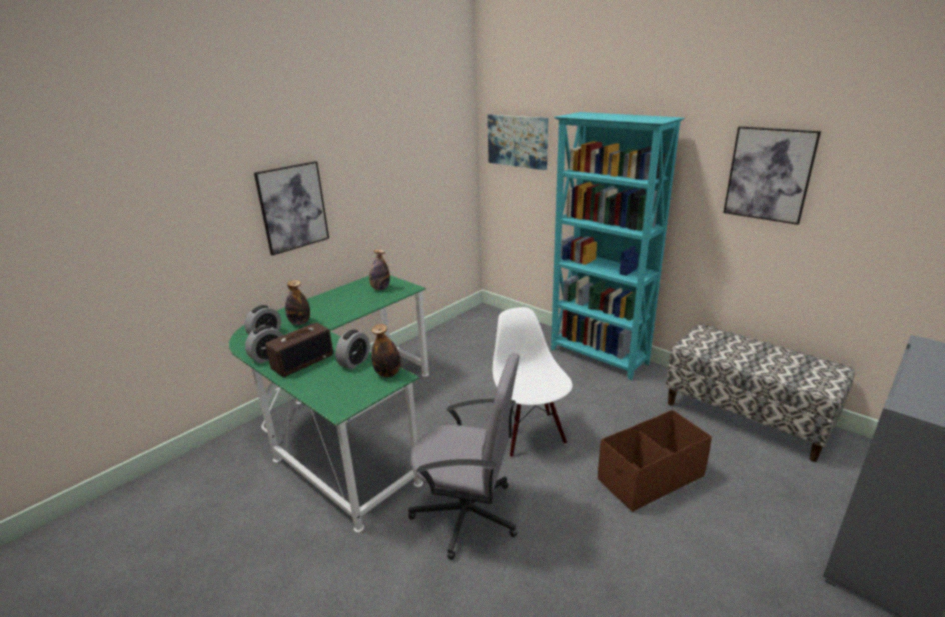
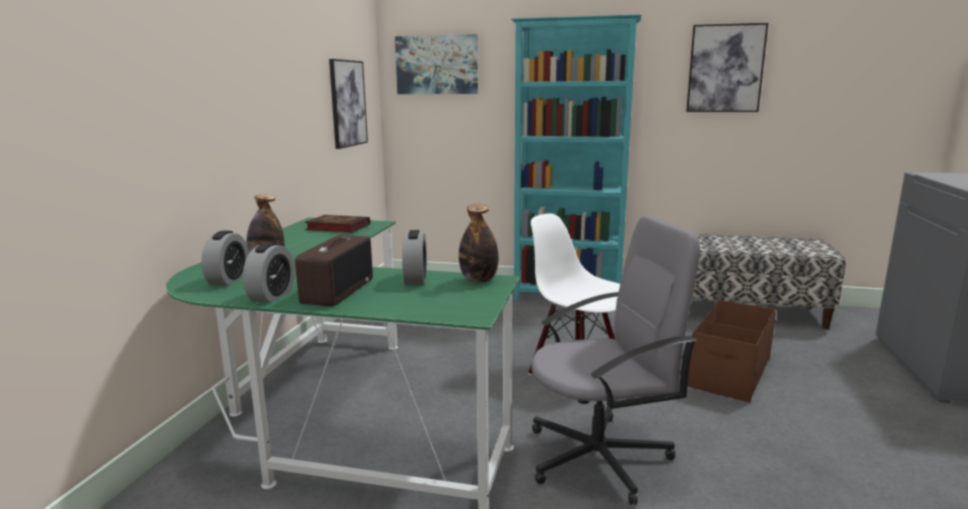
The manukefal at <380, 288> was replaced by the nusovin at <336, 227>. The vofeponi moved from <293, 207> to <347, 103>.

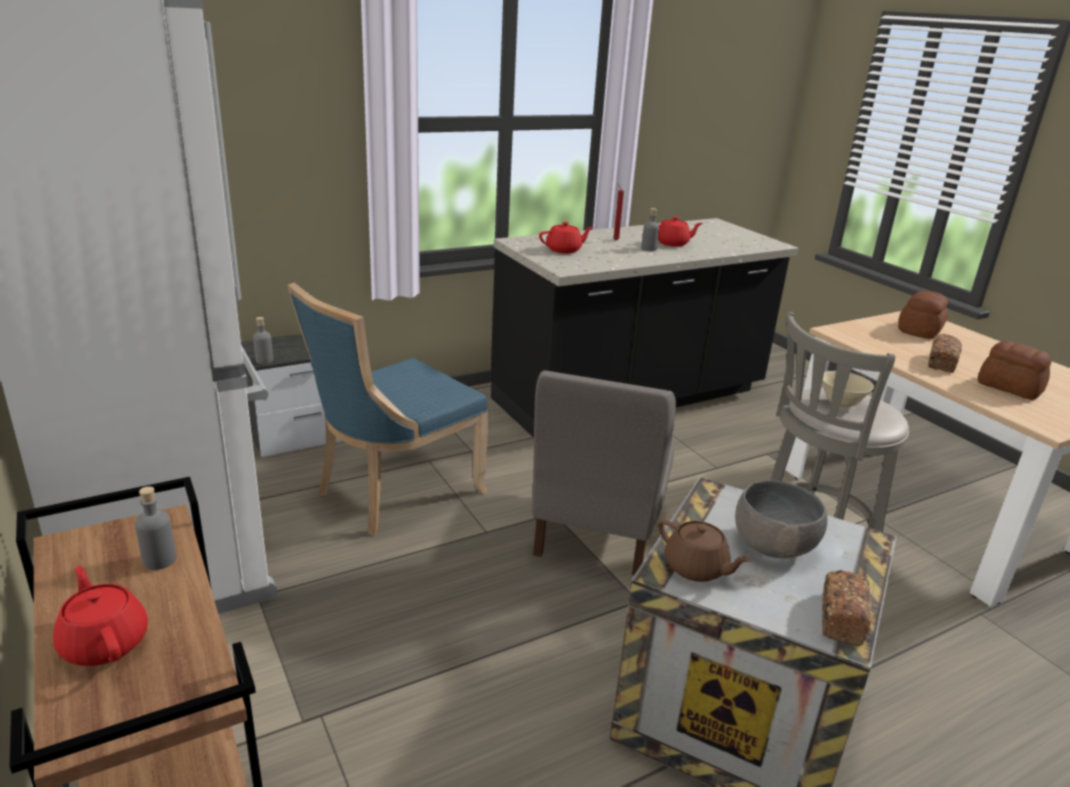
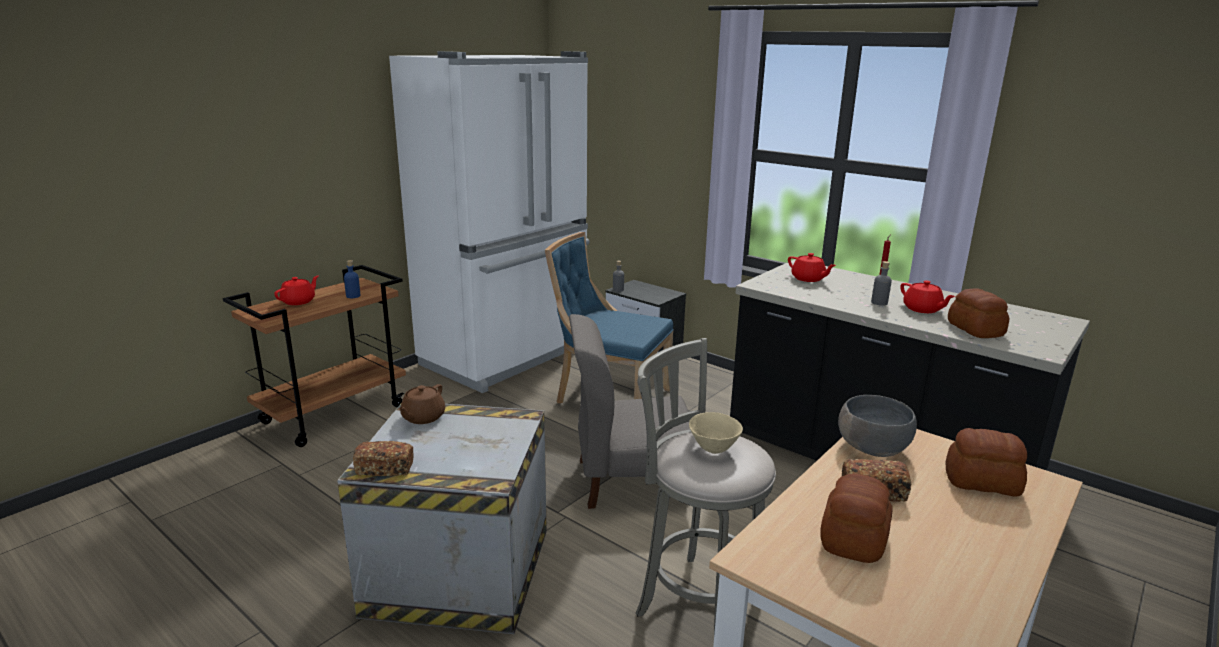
The manukefal (grey) at <159, 560> became the manukefal (blue) at <353, 296>. The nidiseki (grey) moved from <773, 545> to <872, 447>. The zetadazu at <975, 329> appeared.

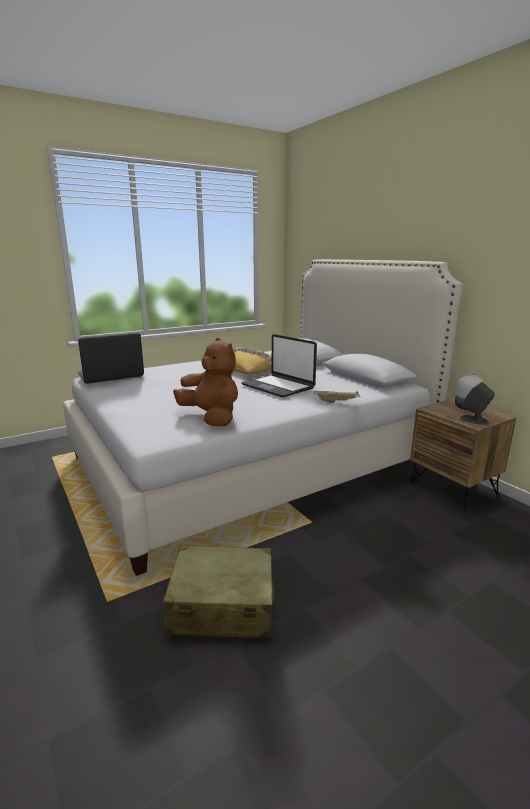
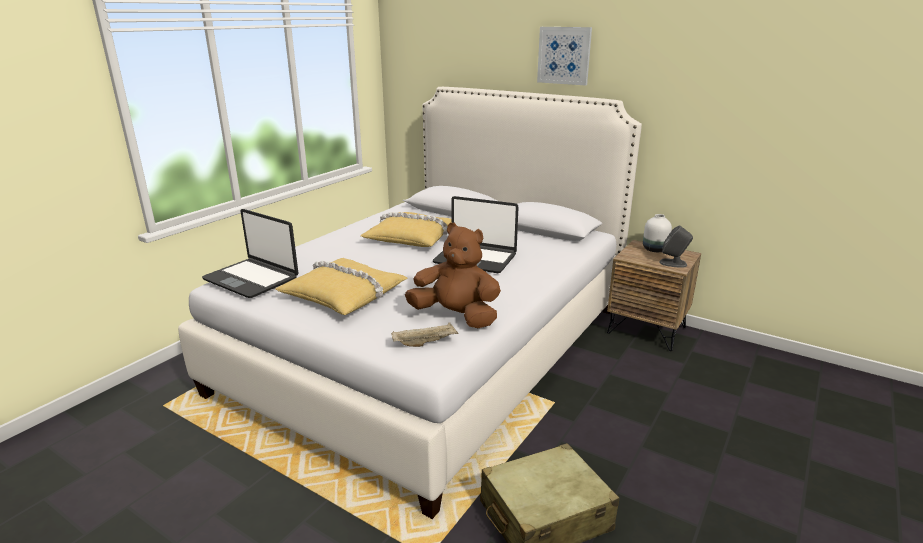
The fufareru at <111, 376> turned 90 degrees counterclockwise. The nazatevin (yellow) at <344, 295> appeared. The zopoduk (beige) moved from <337, 401> to <425, 343>. The vofeponi at <564, 55> appeared.

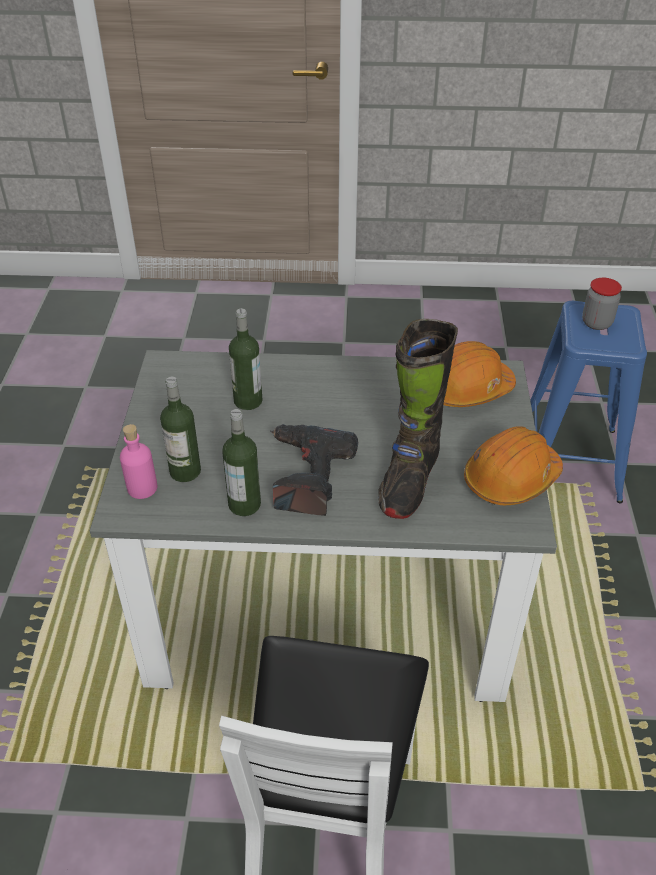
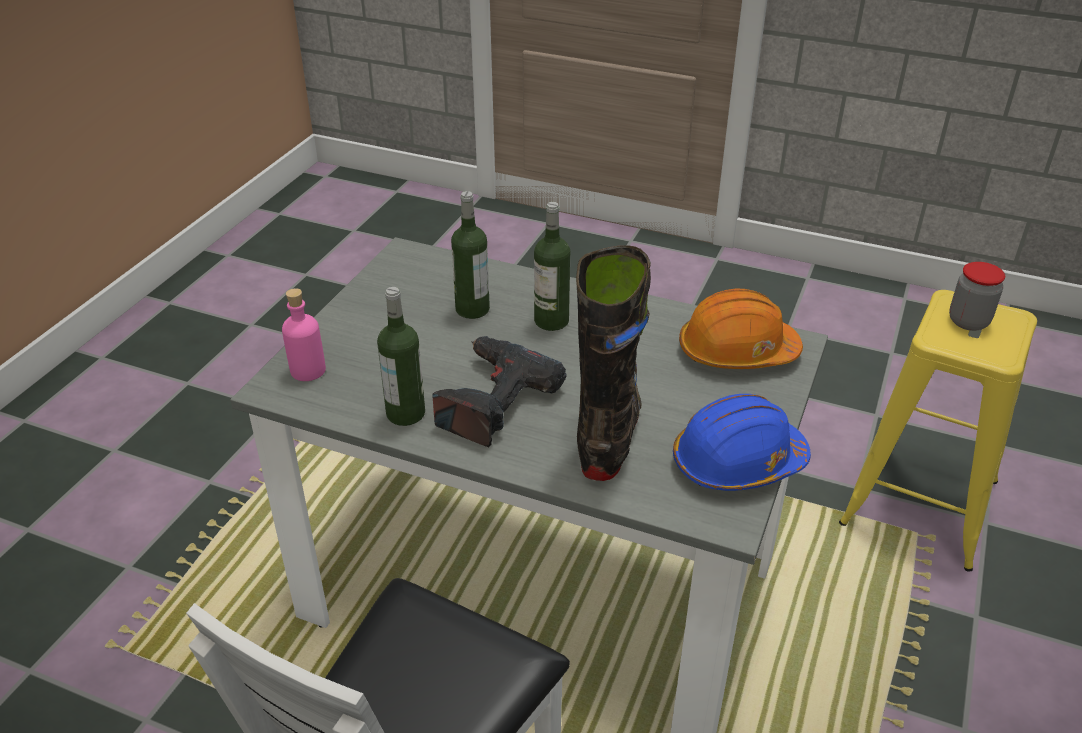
The manukefal moved from <185, 471> to <551, 321>. The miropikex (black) at <408, 480> turned 150 degrees clockwise. The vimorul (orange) at <511, 479> became the vimorul (blue) at <737, 463>. The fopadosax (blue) at <569, 459> became the fopadosax (yellow) at <919, 502>.

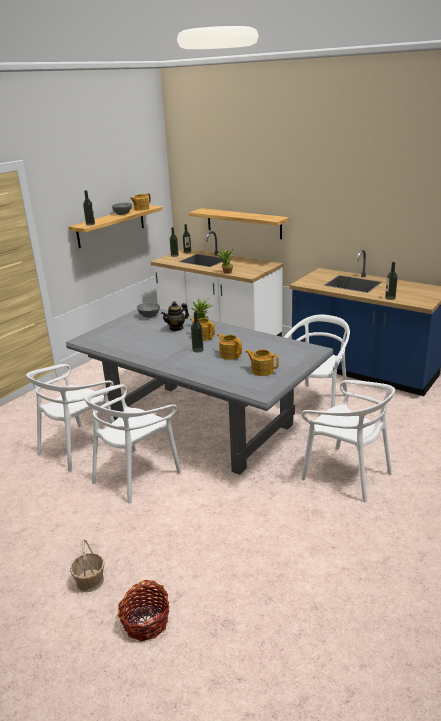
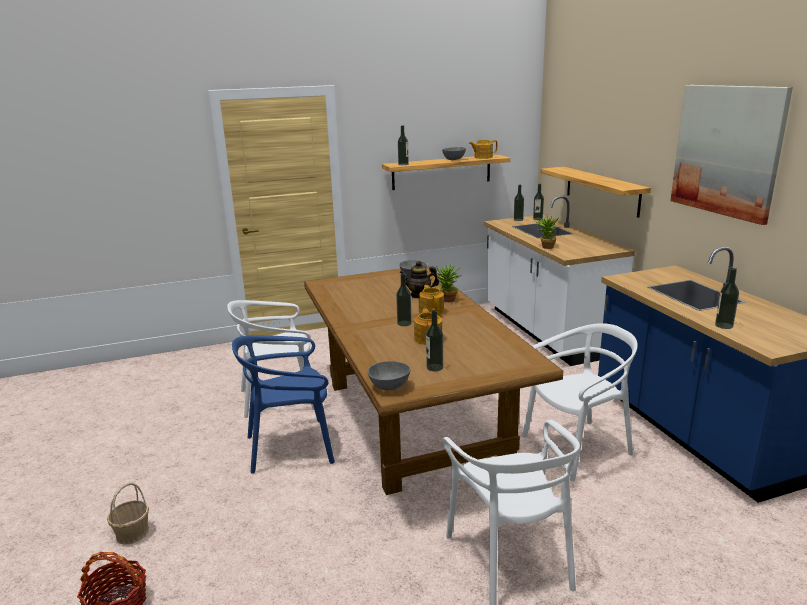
The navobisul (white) at <135, 475> became the navobisul (blue) at <291, 447>. The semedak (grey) at <201, 424> became the semedak (brown) at <414, 420>. The nidiseki (grey) at <390, 387> appeared. The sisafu at <262, 370> was replaced by the manukefal at <434, 367>. The vofeponi at <727, 150> appeared.

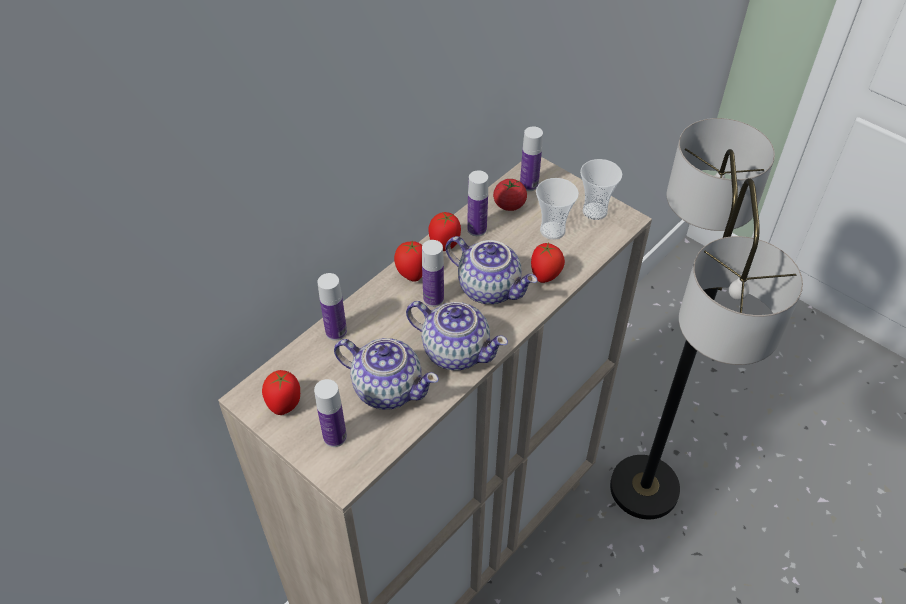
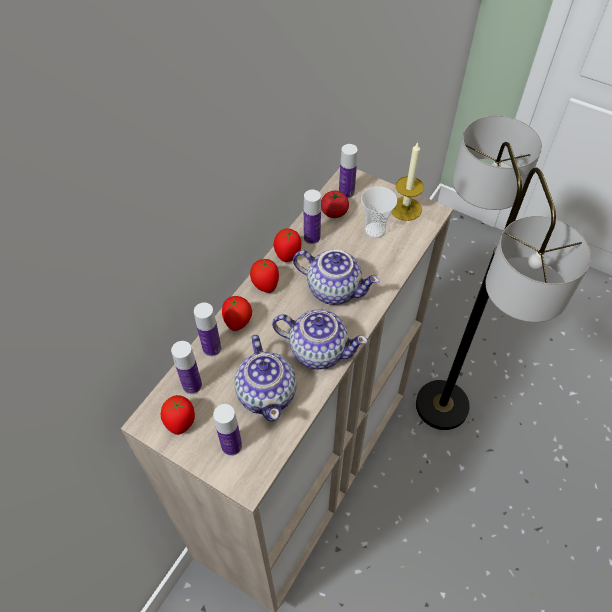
The manukefal moved from <433, 299> to <192, 385>. The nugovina moved from <545, 276> to <238, 323>. The sisafu at <387, 388> turned 60 degrees clockwise. The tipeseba at <594, 211> was replaced by the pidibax at <405, 209>.

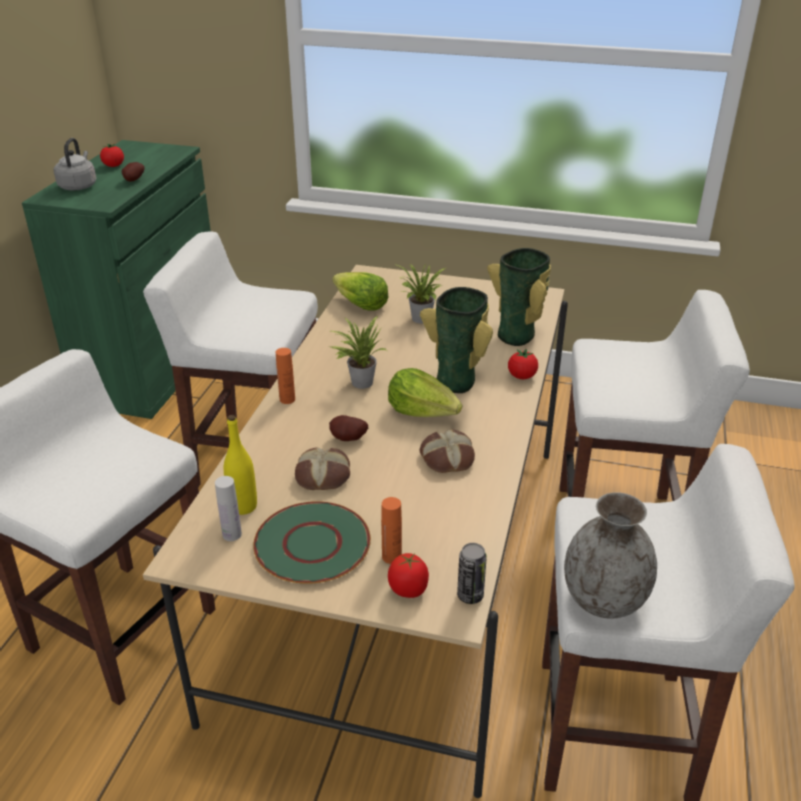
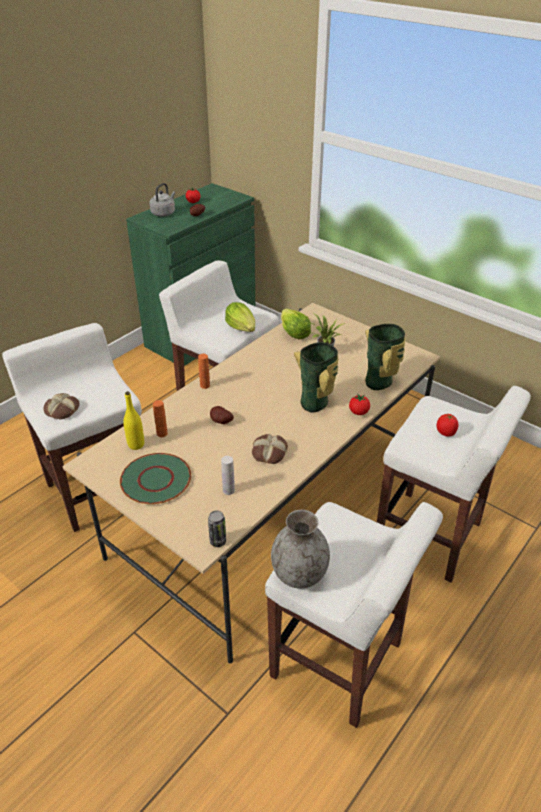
The zetadazu moved from <324, 475> to <63, 410>. The manukefal (orange) moved from <391, 557> to <162, 433>. The manukefal (white) moved from <232, 534> to <228, 490>. The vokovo moved from <423, 412> to <242, 327>. The nugovina moved from <408, 590> to <446, 432>. The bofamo at <359, 382> disappeared.

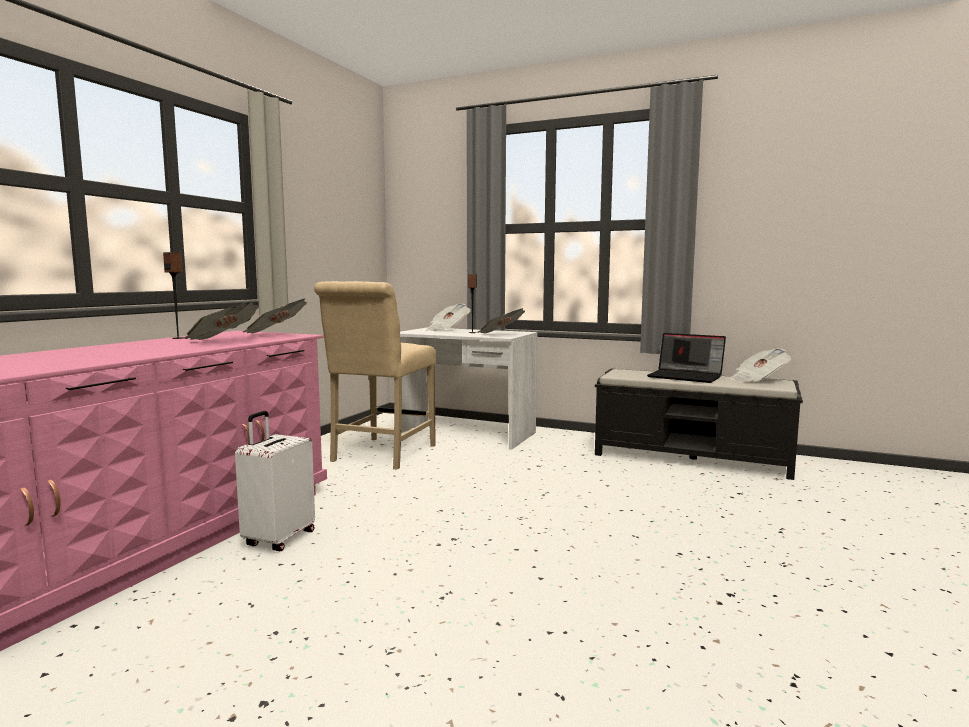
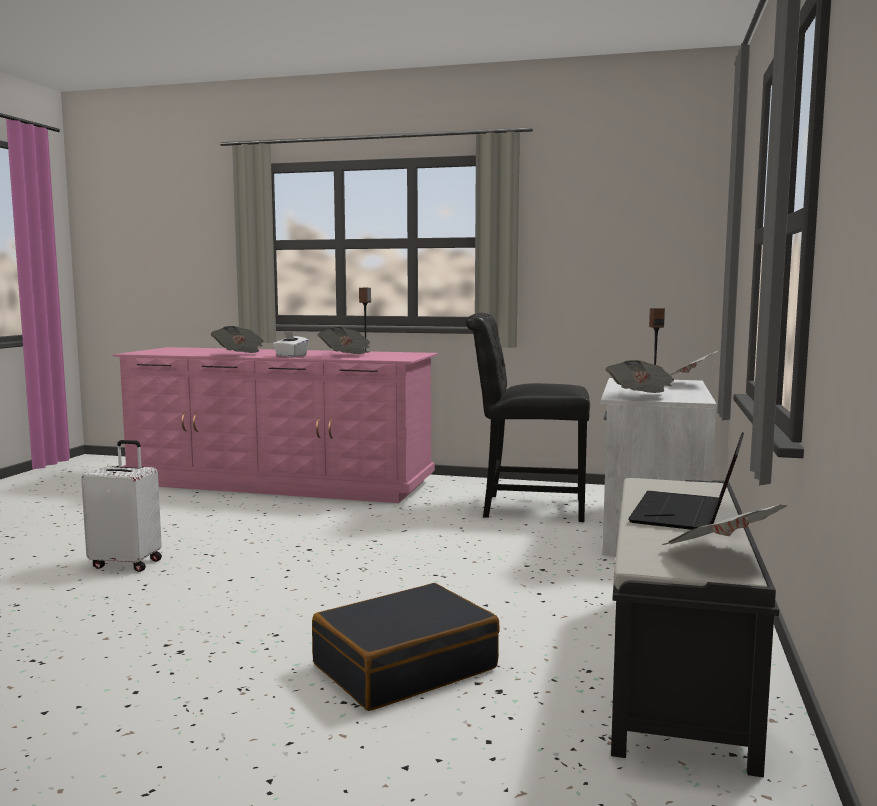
The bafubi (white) moved from <278, 539> to <127, 563>. The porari moved from <275, 334> to <239, 354>. The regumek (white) at <291, 356> appeared. The bafubi (black) at <404, 666> appeared. The navobisul (beige) at <380, 454> became the navobisul (black) at <527, 507>.

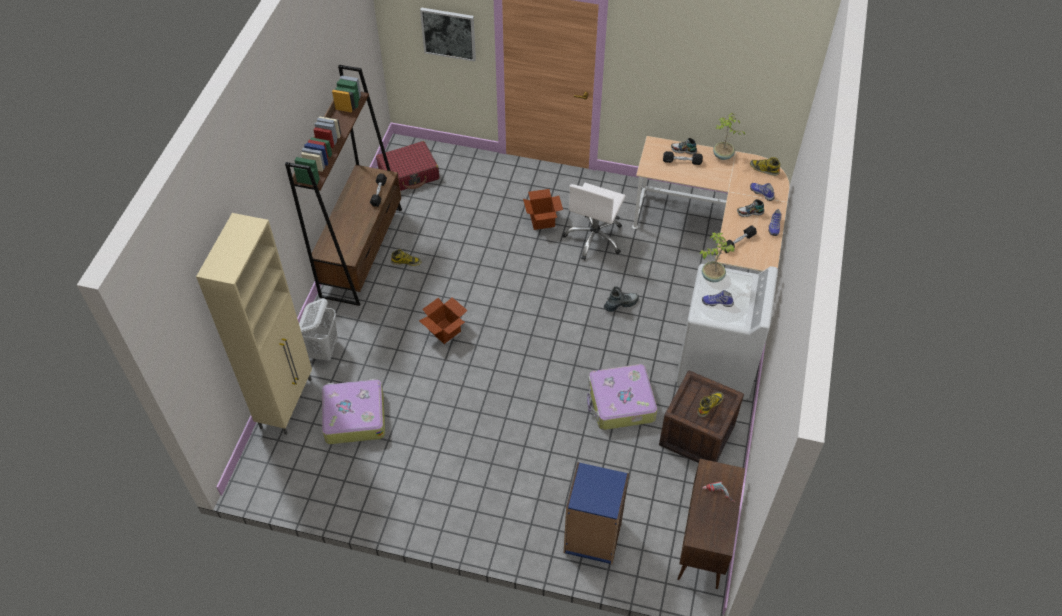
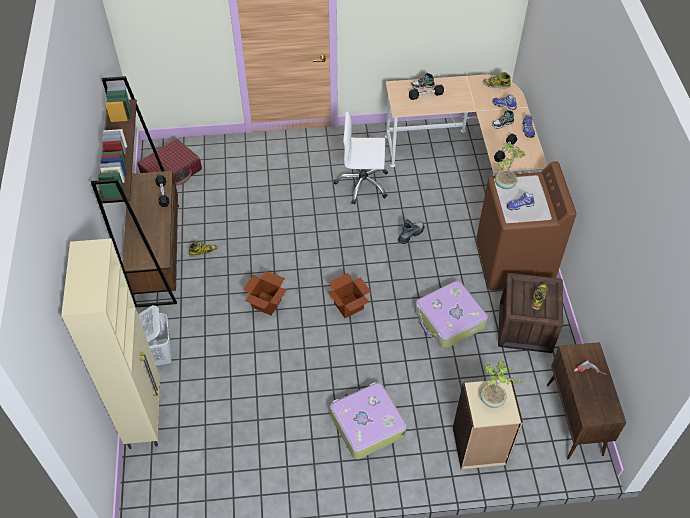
The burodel moved from <542, 221> to <348, 306>. The bafubi moved from <354, 416> to <366, 424>. The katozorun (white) at <594, 238> turned 90 degrees clockwise. The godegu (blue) at <592, 537> became the godegu (beige) at <479, 447>. The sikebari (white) at <716, 365> became the sikebari (brown) at <513, 263>. The bofamo moved from <722, 156> to <492, 400>. The vofeponi at <448, 33> disappeared.

